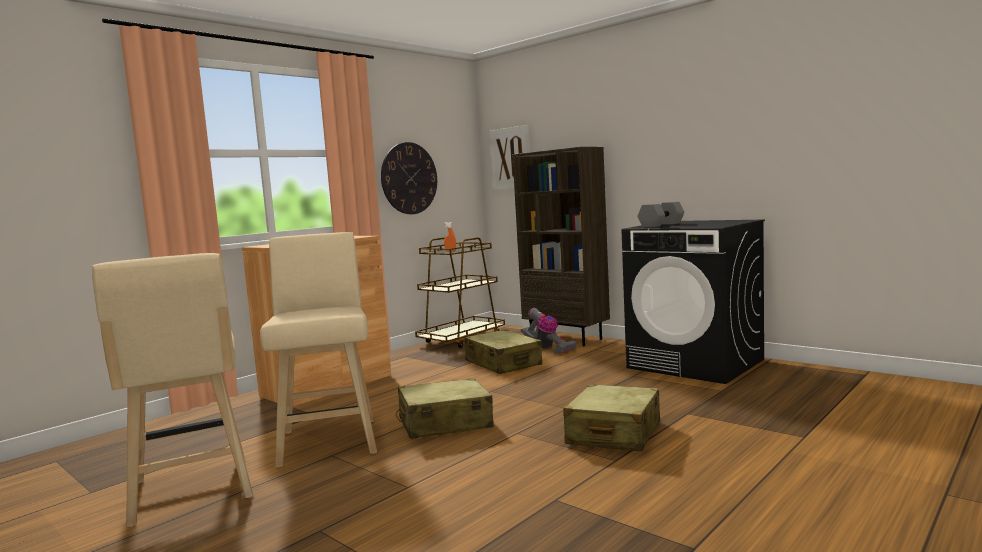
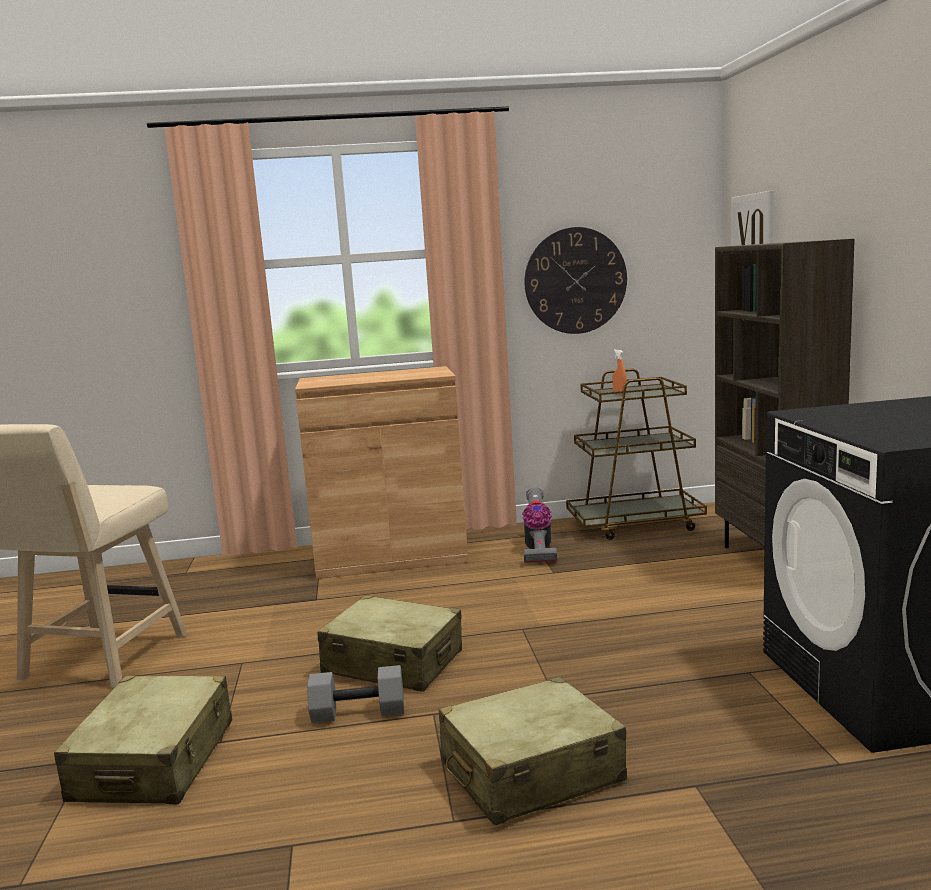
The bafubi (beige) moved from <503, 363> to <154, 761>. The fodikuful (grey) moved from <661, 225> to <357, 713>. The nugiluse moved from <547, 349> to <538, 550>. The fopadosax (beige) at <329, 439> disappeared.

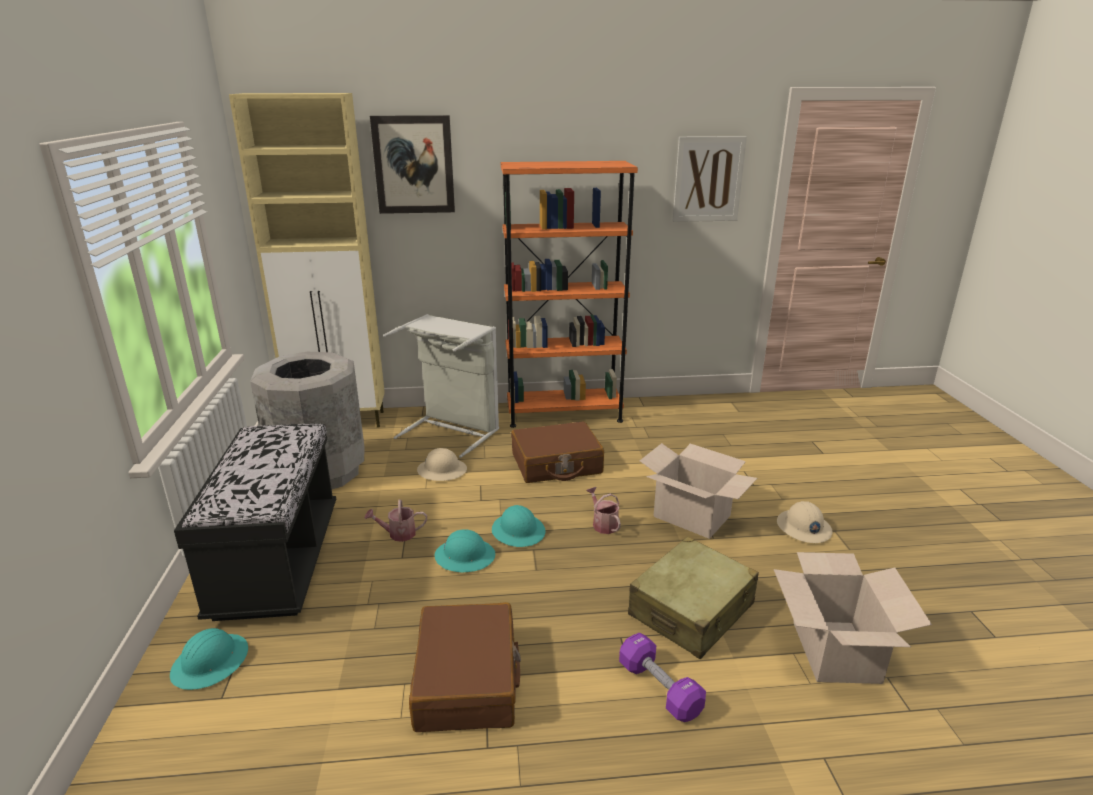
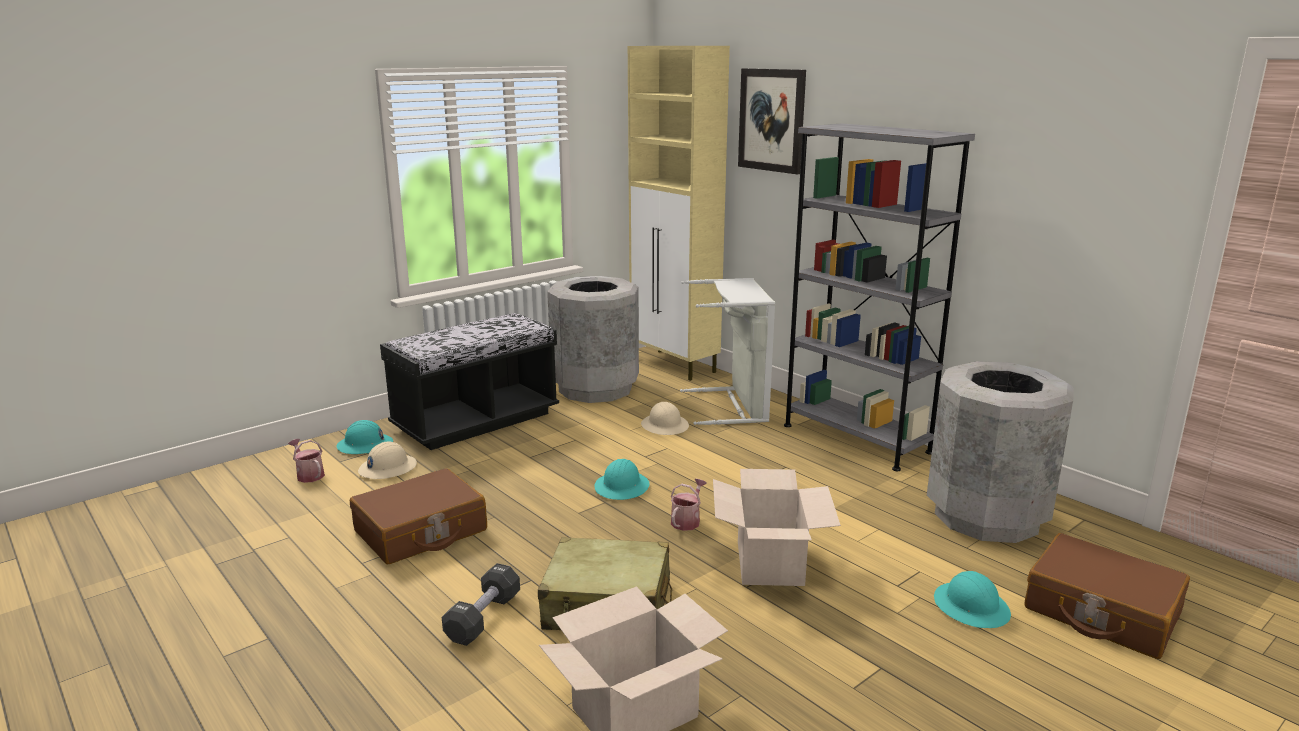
The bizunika moved from <398, 534> to <308, 475>. The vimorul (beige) moved from <803, 528> to <387, 468>. The fodikuful (purple) at <659, 688> became the fodikuful (black) at <483, 618>. The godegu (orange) at <564, 413> became the godegu (grey) at <856, 438>. The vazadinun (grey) at <987, 516> appeared. The vimorul (turquoise) moved from <465, 556> to <971, 607>. The bafubi (brown) moved from <556, 464> to <1101, 612>. The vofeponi at <708, 179> disappeared.

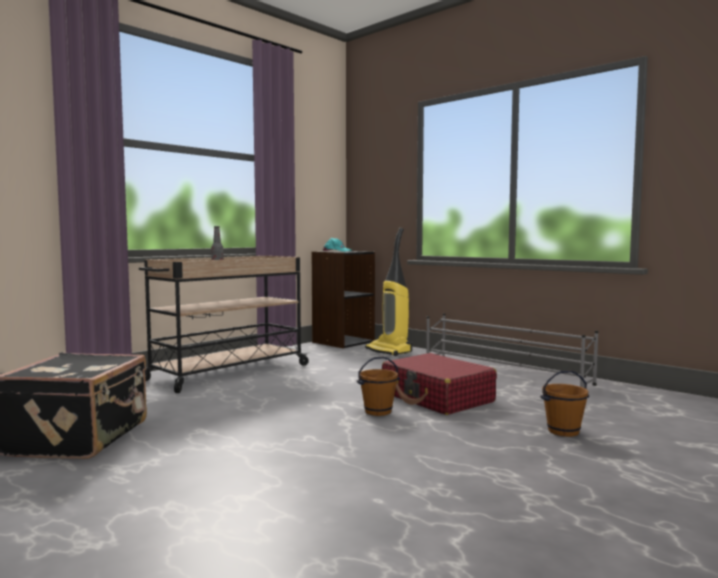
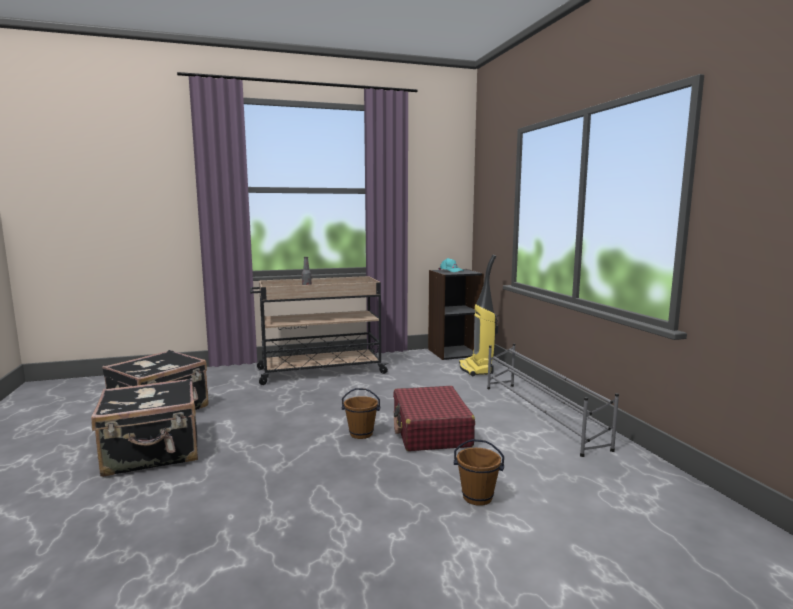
The bafubi (black) at <153, 454> appeared.

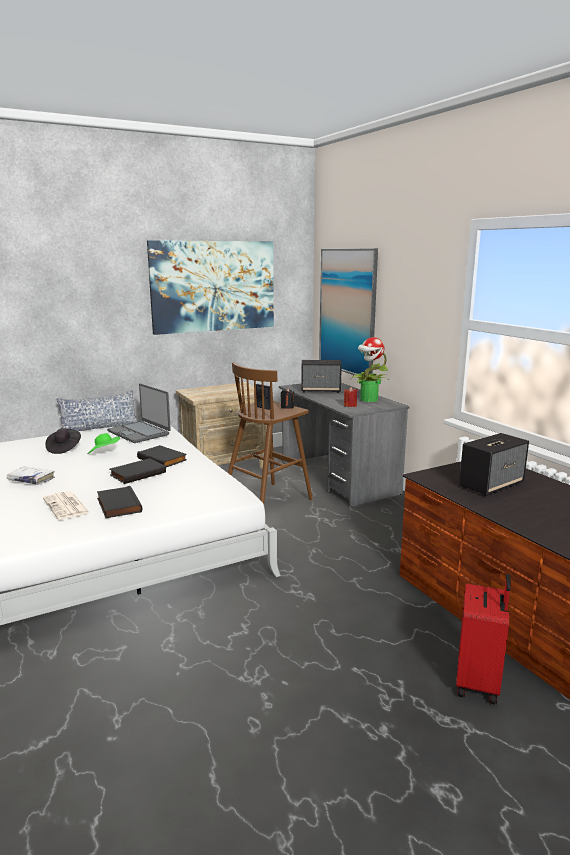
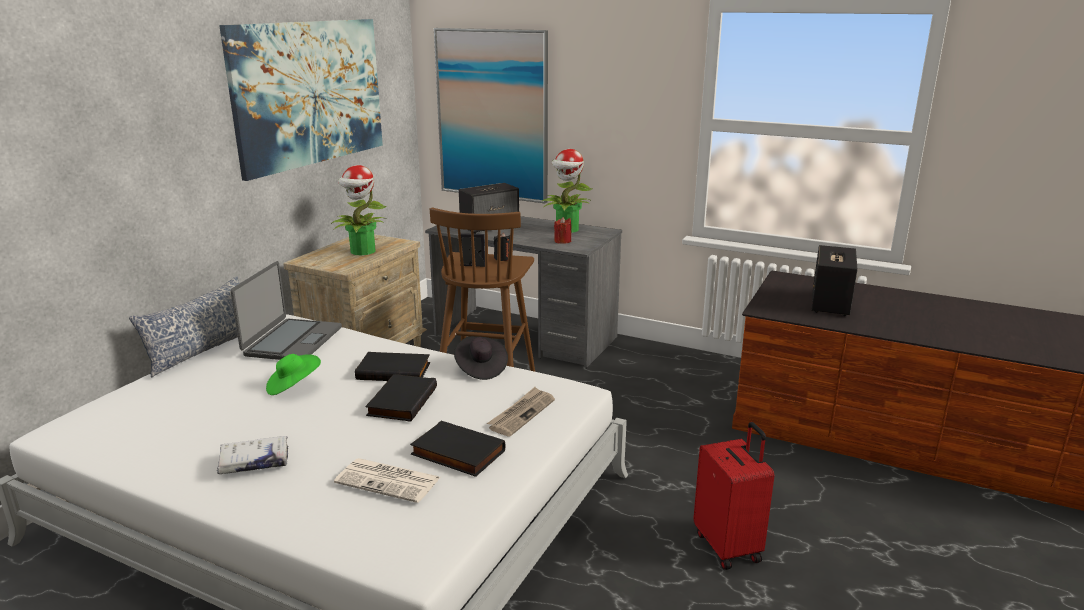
The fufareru at <139, 433> turned 90 degrees counterclockwise. The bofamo at <362, 251> appeared. The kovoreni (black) moved from <64, 448> to <480, 368>. The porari at <521, 413> appeared. The bafubi (red) moved from <479, 682> to <729, 546>.

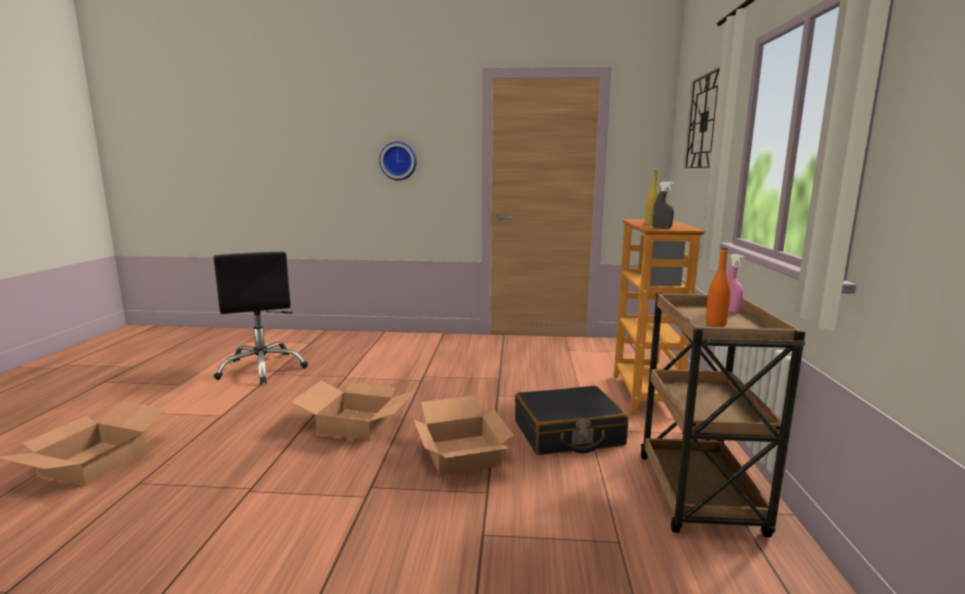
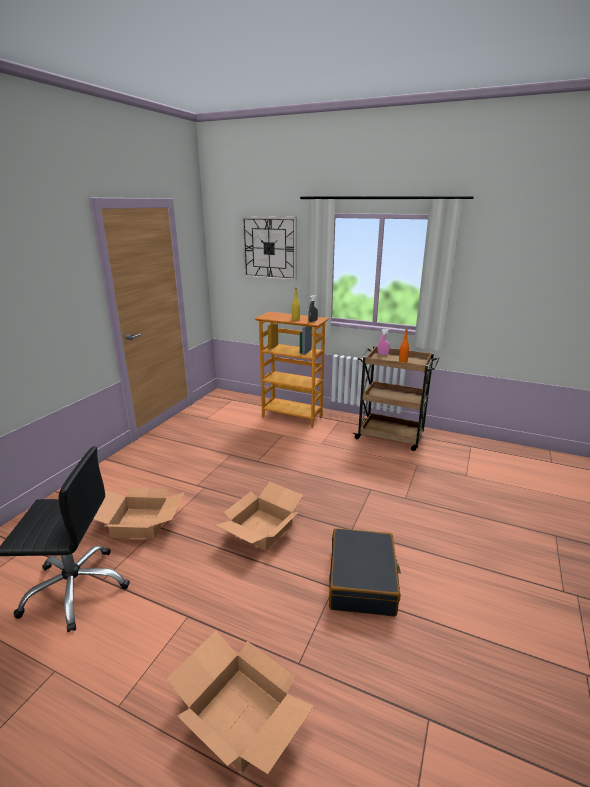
The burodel moved from <463, 454> to <141, 522>. The bafubi (black) moved from <568, 434> to <362, 580>. The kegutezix at <398, 161> disappeared.

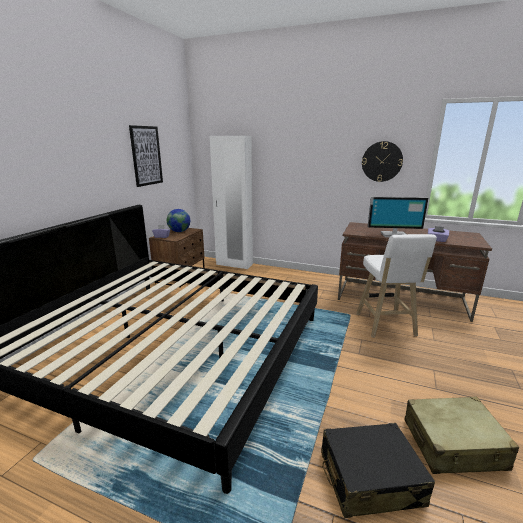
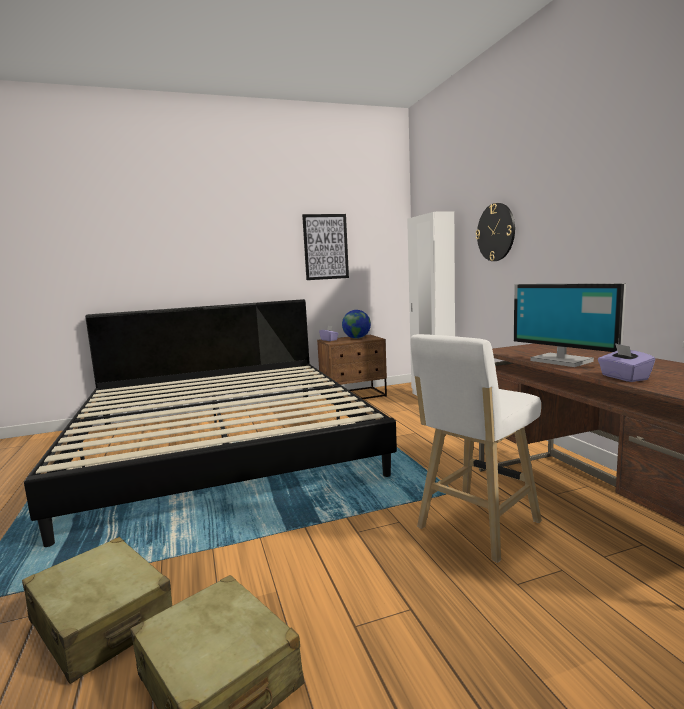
The bafubi (black) at <369, 478> became the bafubi (beige) at <101, 621>. The kegutezix moved from <382, 161> to <496, 232>.

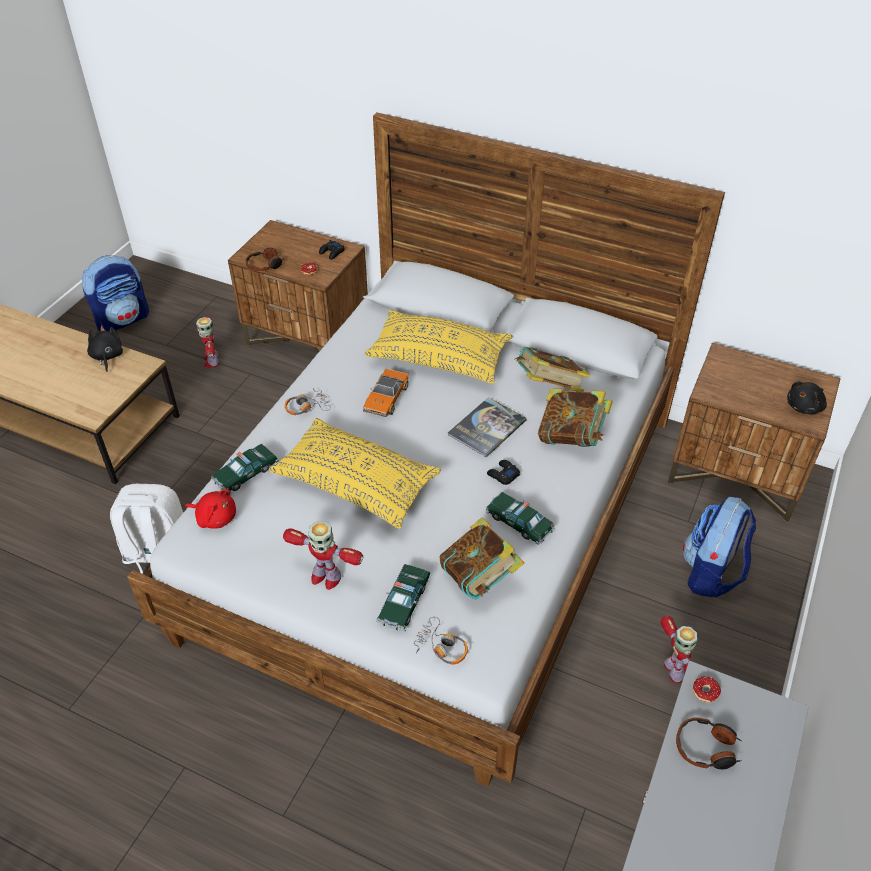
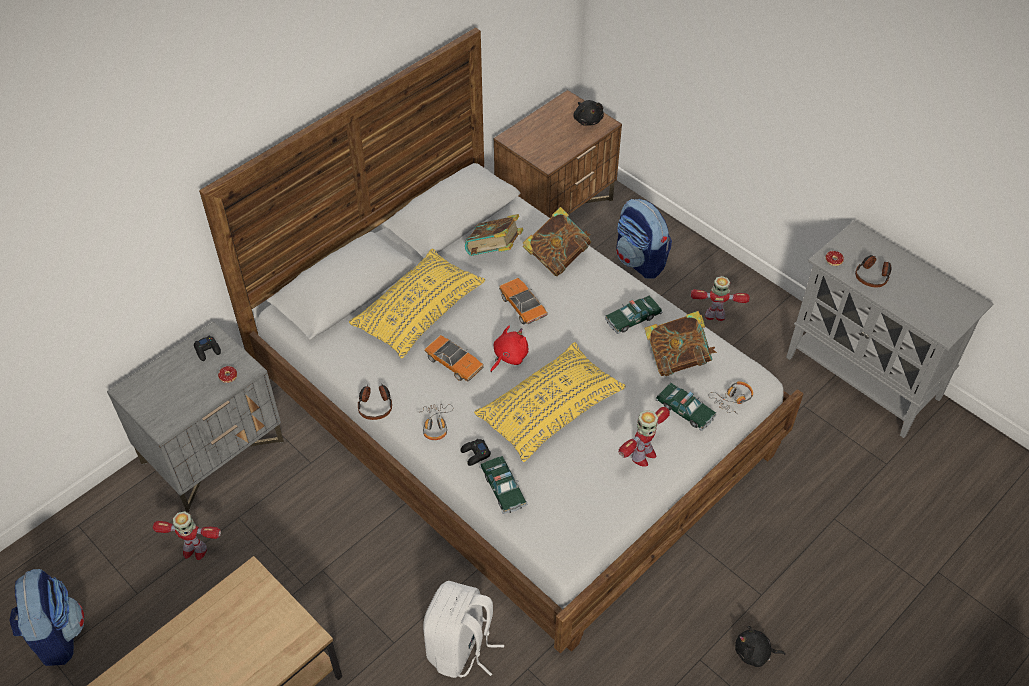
The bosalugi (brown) at <308, 339> became the bosalugi (grey) at <214, 451>. The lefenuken moved from <265, 265> to <375, 405>. The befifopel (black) moved from <503, 475> to <475, 454>. The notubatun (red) moved from <215, 517> to <509, 357>. The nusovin at <487, 428> was replaced by the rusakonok at <522, 306>. The notubatun (black) moved from <107, 357> to <754, 653>.

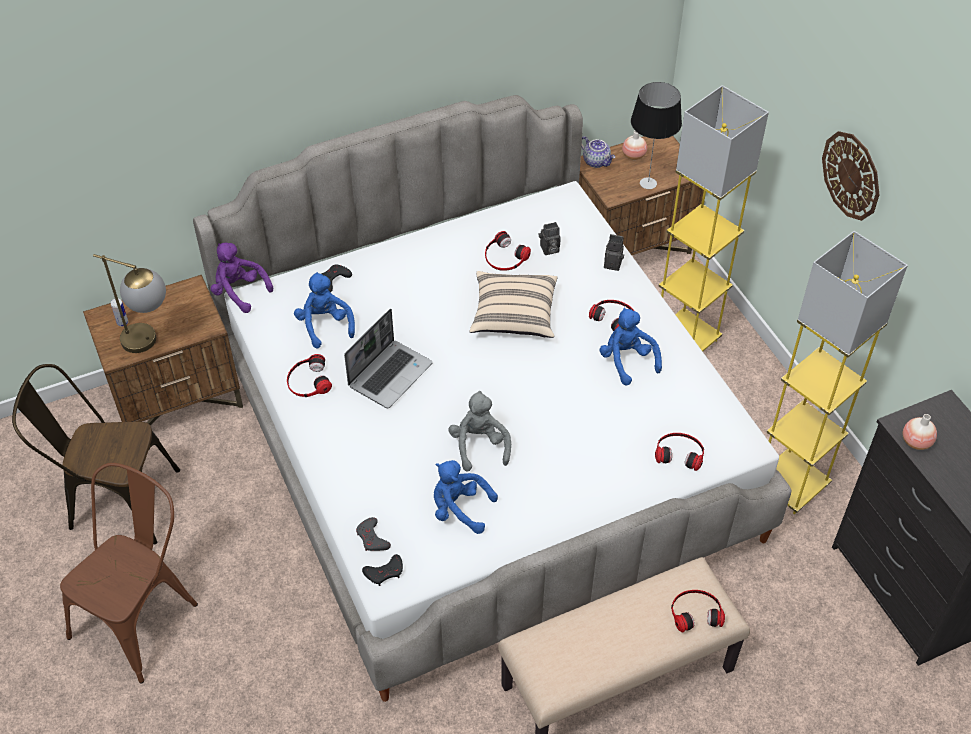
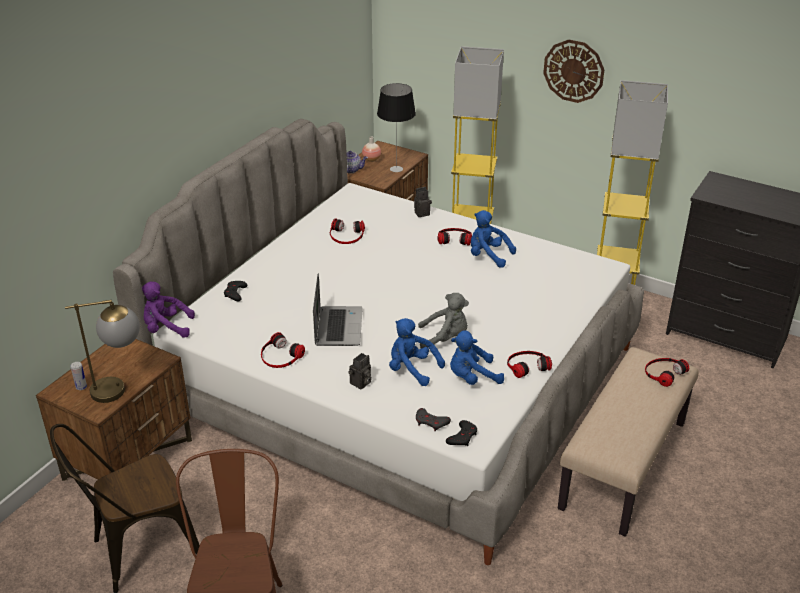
The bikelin moved from <549, 250> to <360, 383>. The notubatun (blue) moved from <325, 325> to <411, 369>. The notubatun (grey) at <479, 445> turned 135 degrees clockwise. The lefenuken moved from <679, 452> to <527, 365>. The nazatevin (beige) at <514, 315> disappeared. The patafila at <916, 442> disappeared.

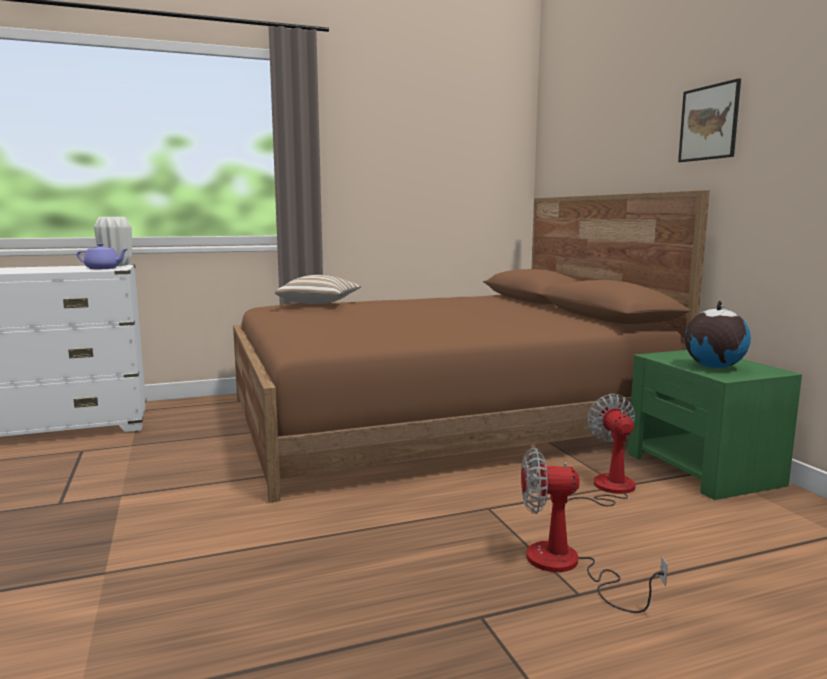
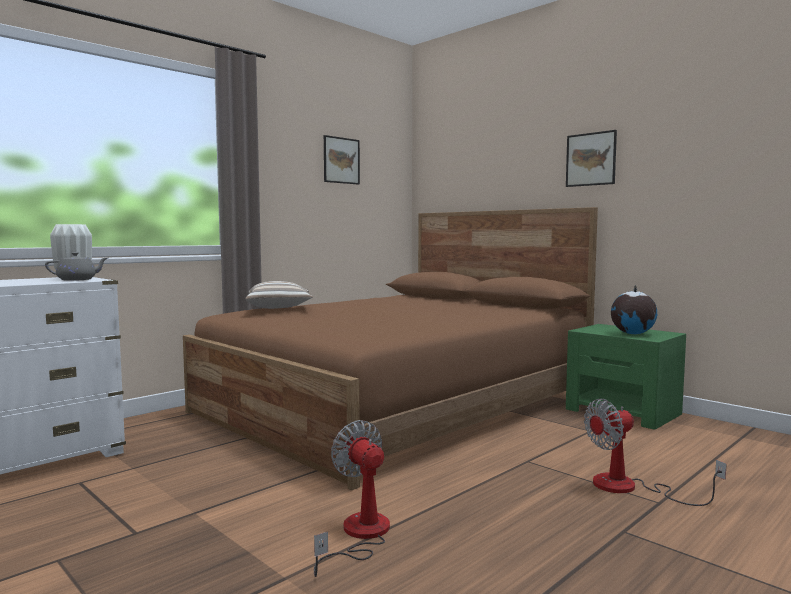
The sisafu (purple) at <103, 268> became the sisafu (grey) at <78, 280>. The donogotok moved from <606, 490> to <359, 535>. The vofeponi at <341, 160> appeared.

